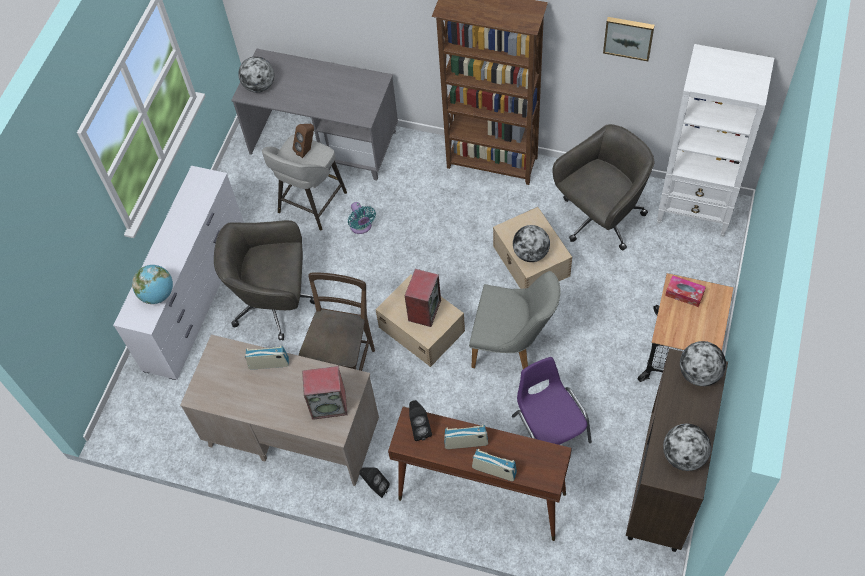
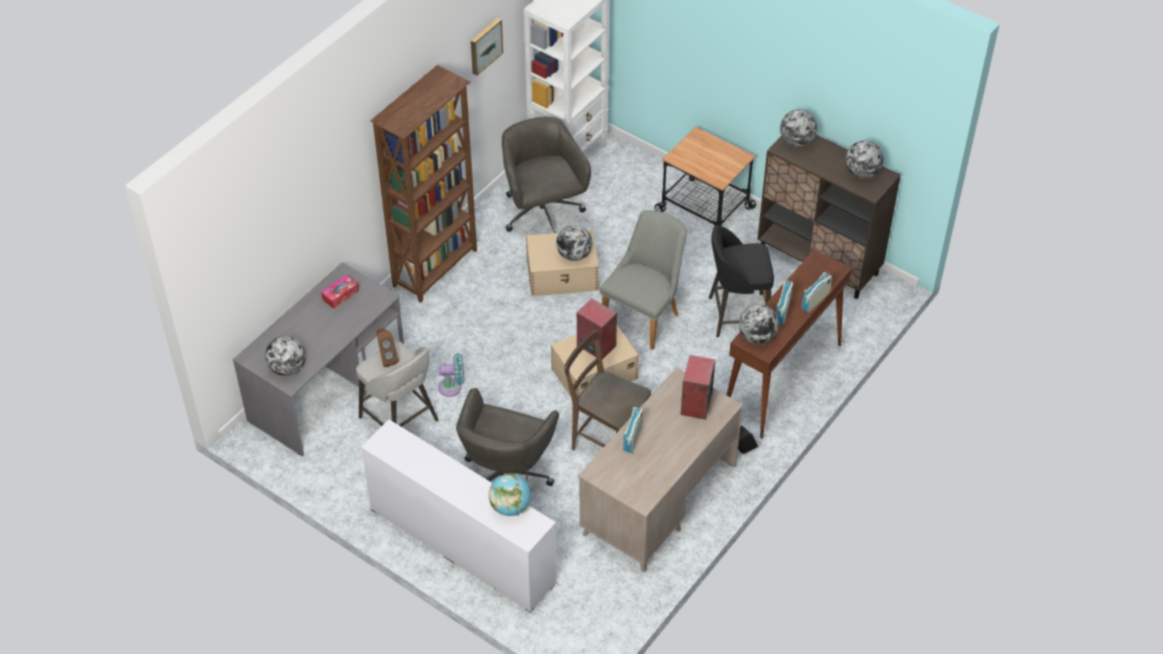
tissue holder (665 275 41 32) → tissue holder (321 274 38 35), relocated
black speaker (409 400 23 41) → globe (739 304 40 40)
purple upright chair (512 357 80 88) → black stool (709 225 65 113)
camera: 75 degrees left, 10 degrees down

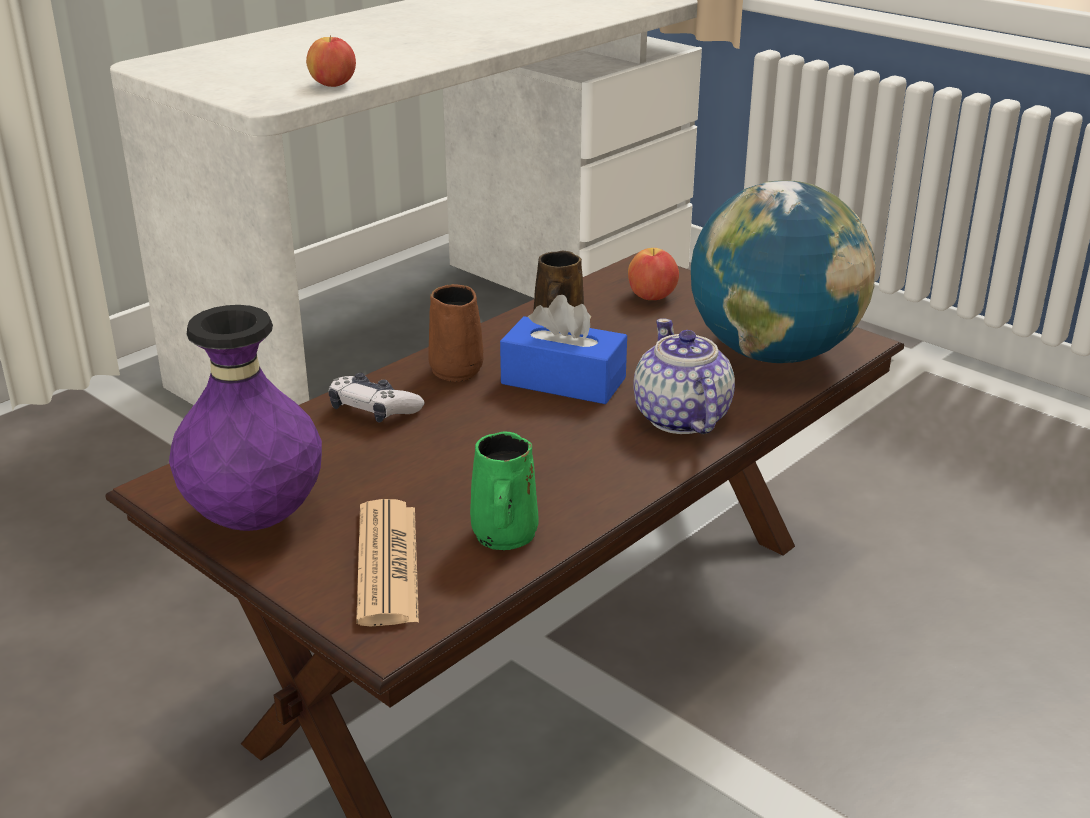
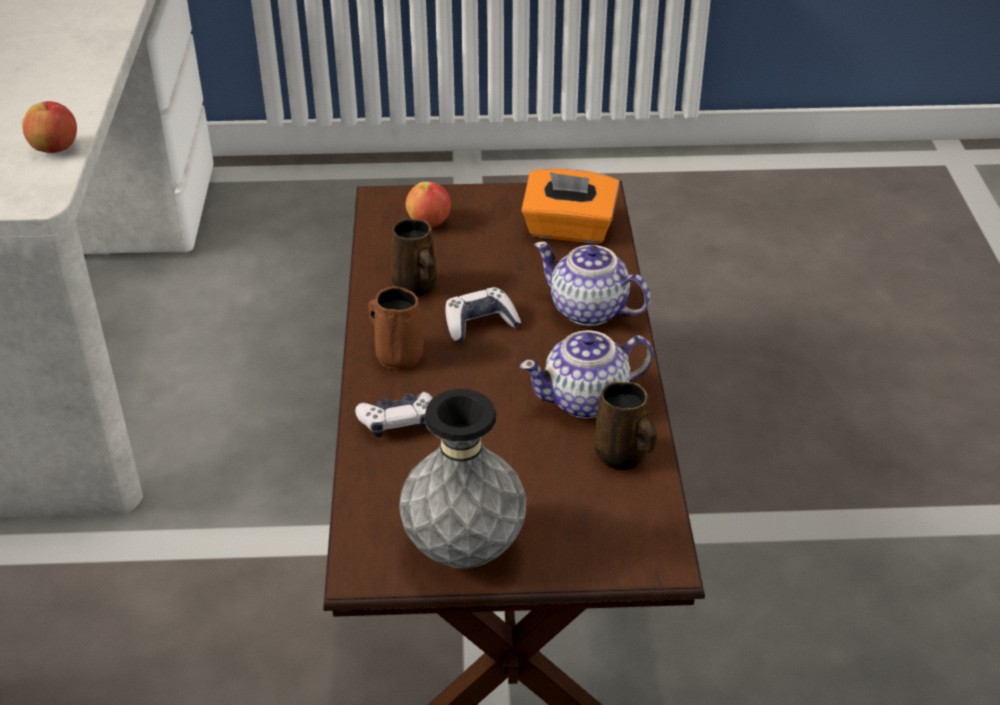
printed paper (356 499 63 127) → -
- → teapot (520 330 134 88)
blue tissue holder (500 295 127 109) → joypad (446 287 75 56)
globe (691 180 185 183) → orange-coloured tissue holder (521 168 99 75)
purple vase (169 305 153 226) → grey vase (399 389 127 179)
green mug (470 432 69 118) → brown-coloured mug (595 382 62 88)
camera: 45 degrees left, 10 degrees up

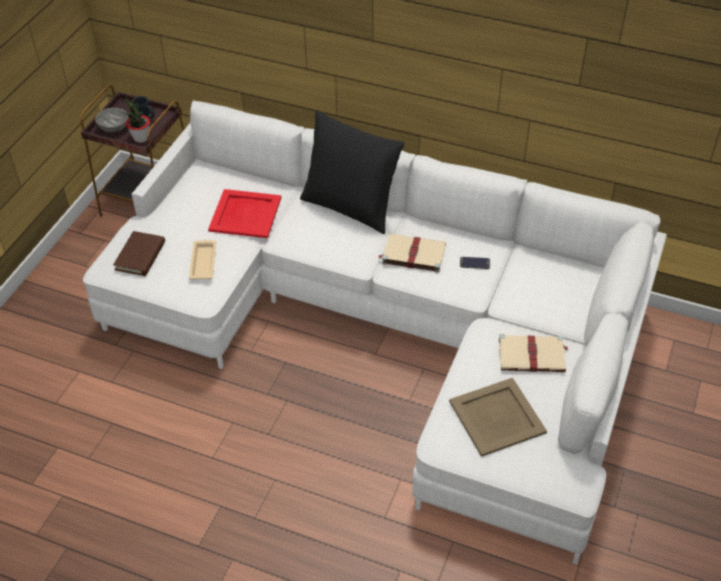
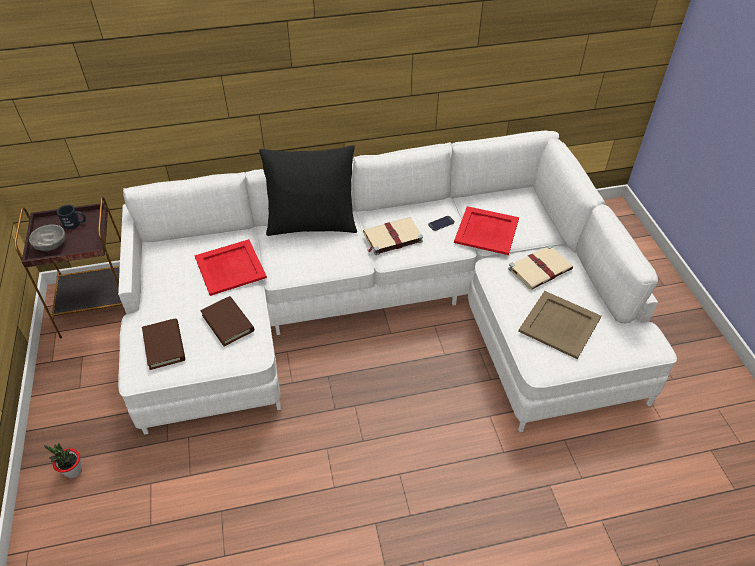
- → red-coloured carrying tray (454 206 65 49)
potted plant (125 97 25 46) → potted plant (44 443 38 35), relocated
beige carrying tray (189 240 27 39) → brown-coloured book (200 296 54 50)
camera: 35 degrees left, 0 degrees up

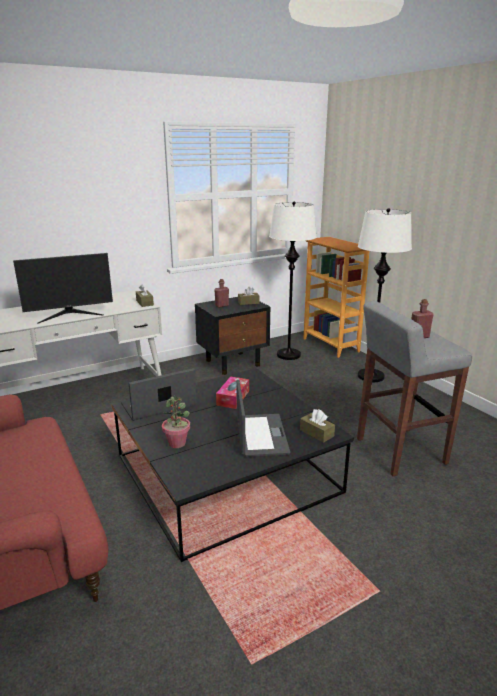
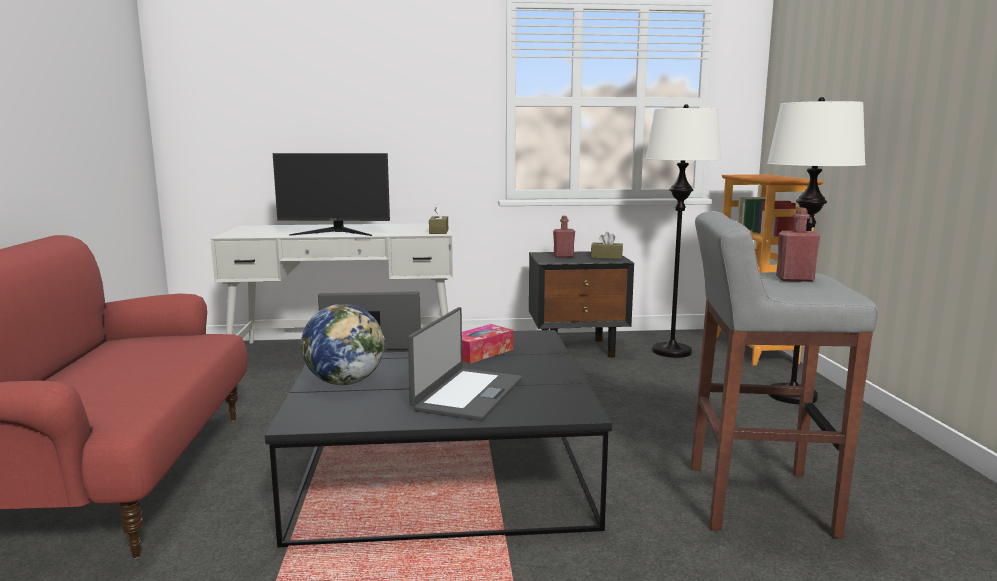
brown-coloured tissue holder (300 409 35 34) → -
potted plant (162 395 28 53) → globe (301 304 84 81)
camera: 25 degrees right, 10 degrees down

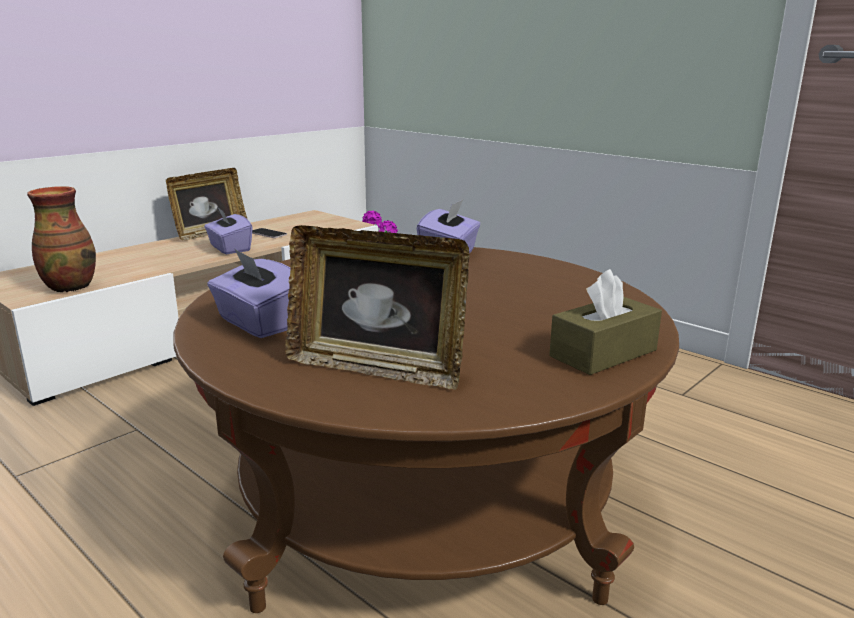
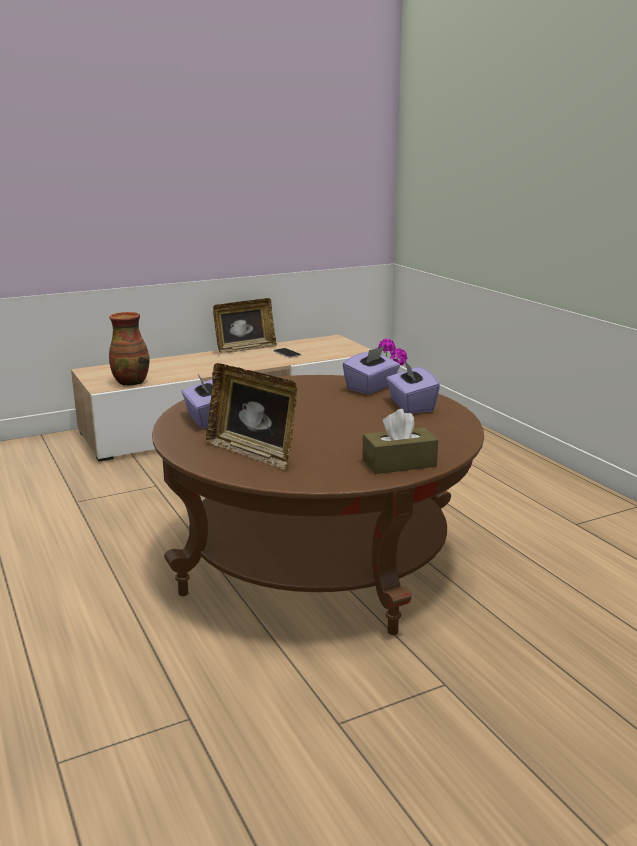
purple tissue holder (204 208 49 46) → purple tissue holder (386 361 54 52), relocated
camera: 20 degrees right, 0 degrees up

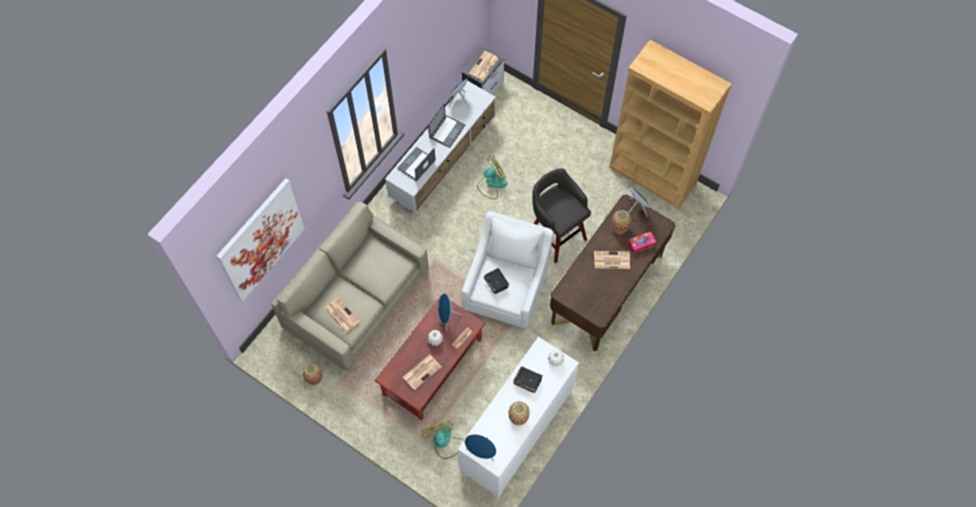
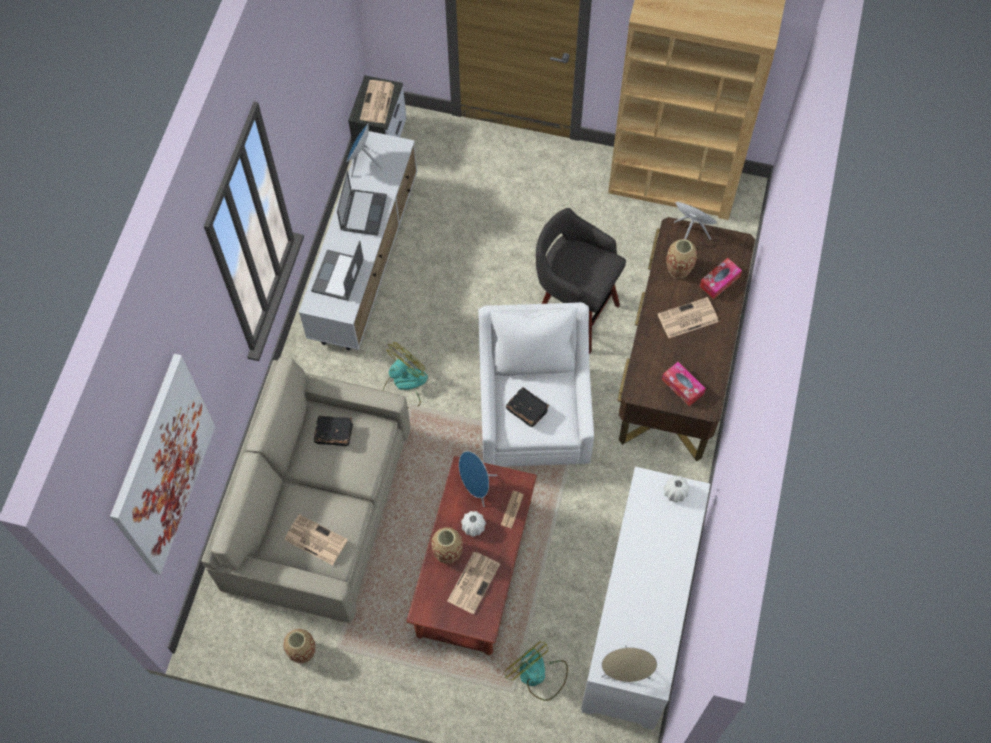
- → tissue holder (662 362 44 44)
electric fan (477 156 31 43) → electric fan (383 342 45 66), relocated
vase (508 401 22 25) → vase (431 527 32 37), relocated
black book (513 366 30 27) → black book (314 416 39 30), relocated
blue speaker (465 434 31 27) → beige speaker (601 645 56 37)
camera: 20 degrees left, 0 degrees up

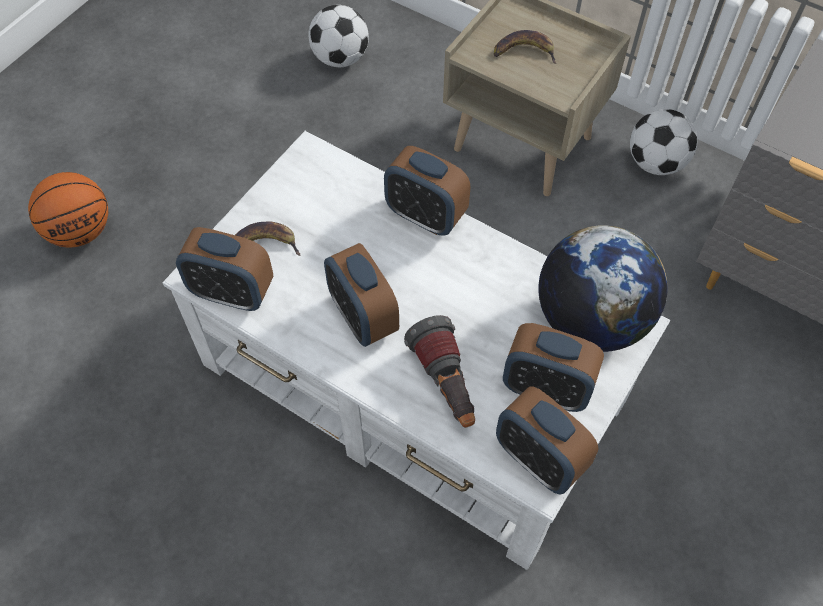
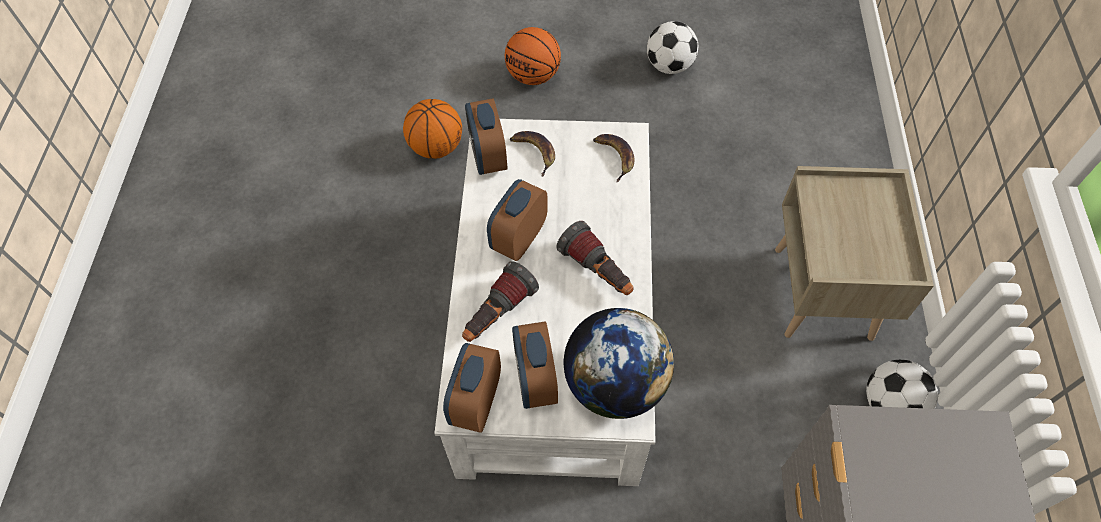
table clock (384 146 86 90) → -
- → ball for basketball (403 99 59 60)
- → hand torch (556 221 78 74)
ball for football (308 5 61 62) → ball for football (647 21 51 53), relocated
whole banana (494 30 63 34) → whole banana (593 134 41 48), relocated
camera: 60 degrees right, 0 degrees up

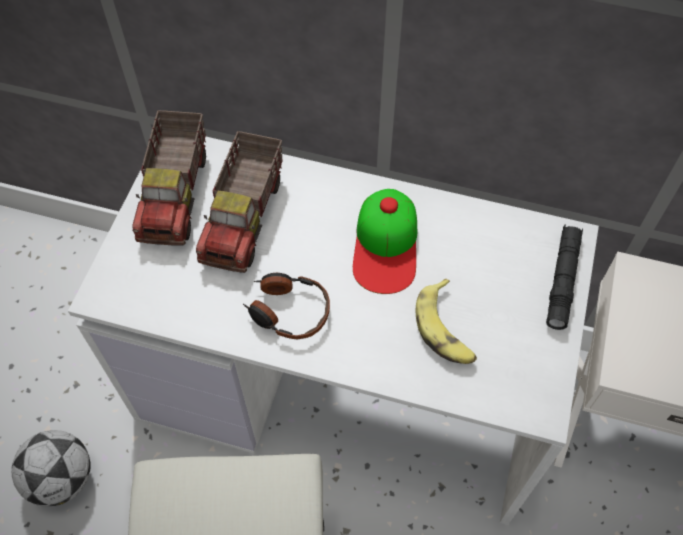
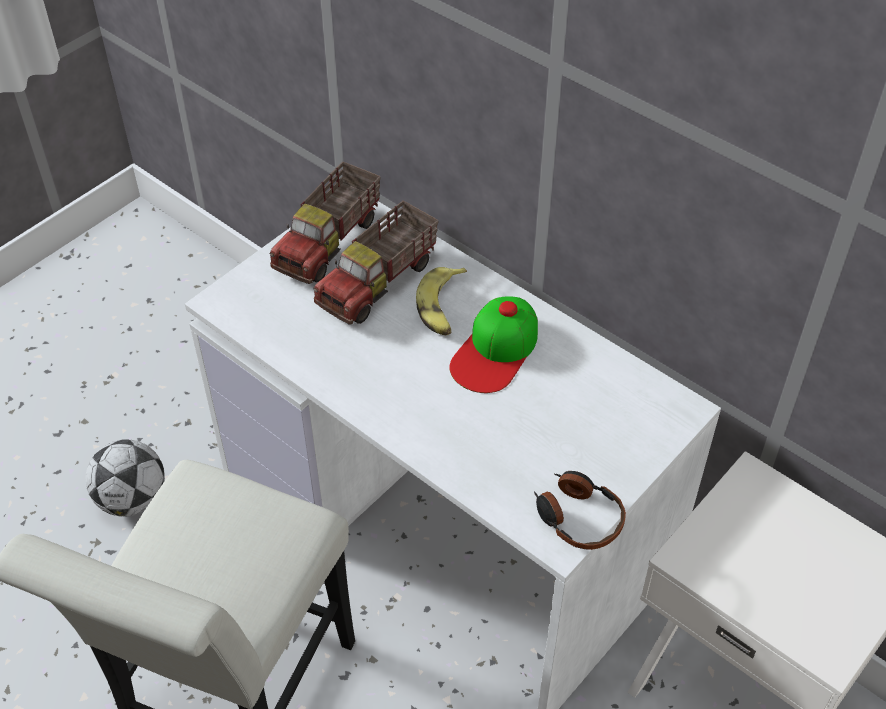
black hand torch (546 225 37 105) → -
headset (243 273 87 66) → headset (534 471 92 79), relocated
whole banana (416 279 61 85) → whole banana (416 267 51 68), relocated
camera: 25 degrees right, 10 degrees down

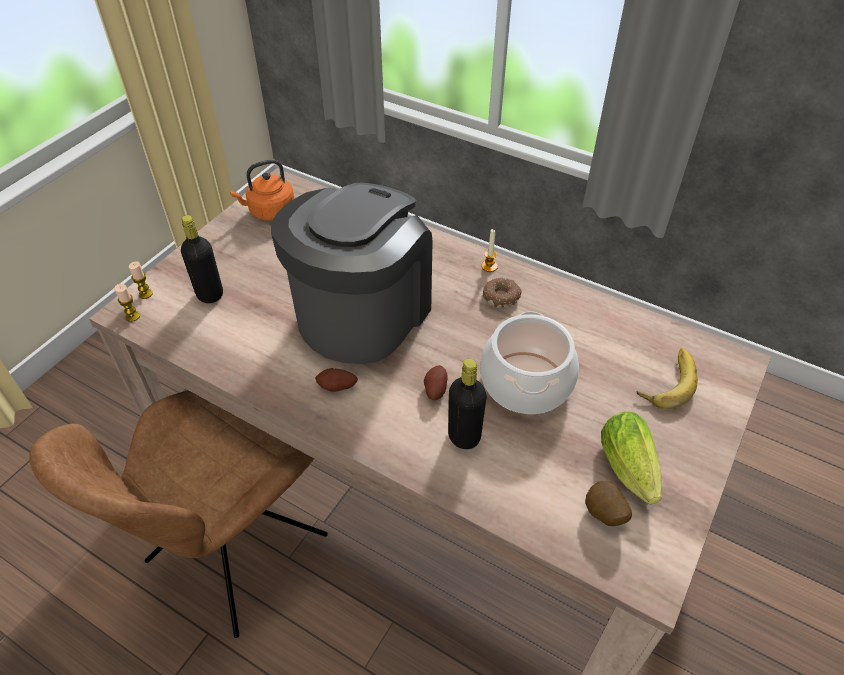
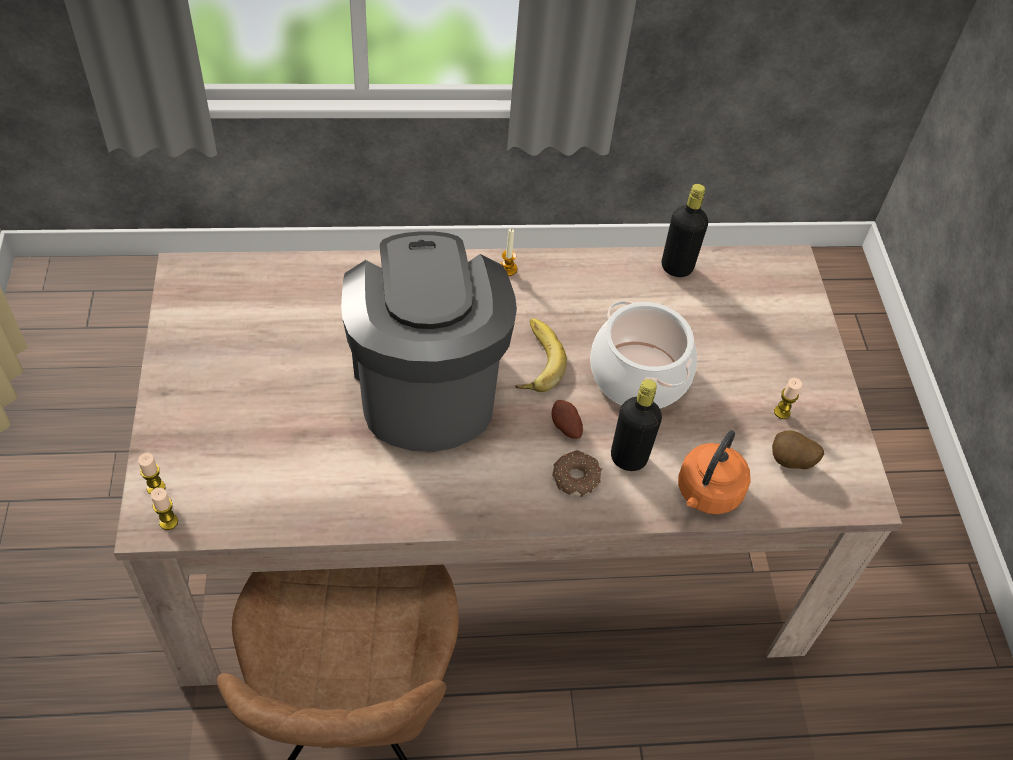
whole potato (315 368 43 24) → -
black bottle (181 215 42 88) → black bottle (662 184 46 93), relocated
orange-coloured water kettle (230 159 64 62) → orange-coloured water kettle (678 430 73 84), relocated
donut (483 278 39 30) → donut (552 450 50 47), relocated
whole banana (637 348 61 62) → whole banana (515 318 52 74), relocated
head of lettuce (601 412 61 92) → wax light (774 378 28 41)
camera: 40 degrees left, 5 degrees up

